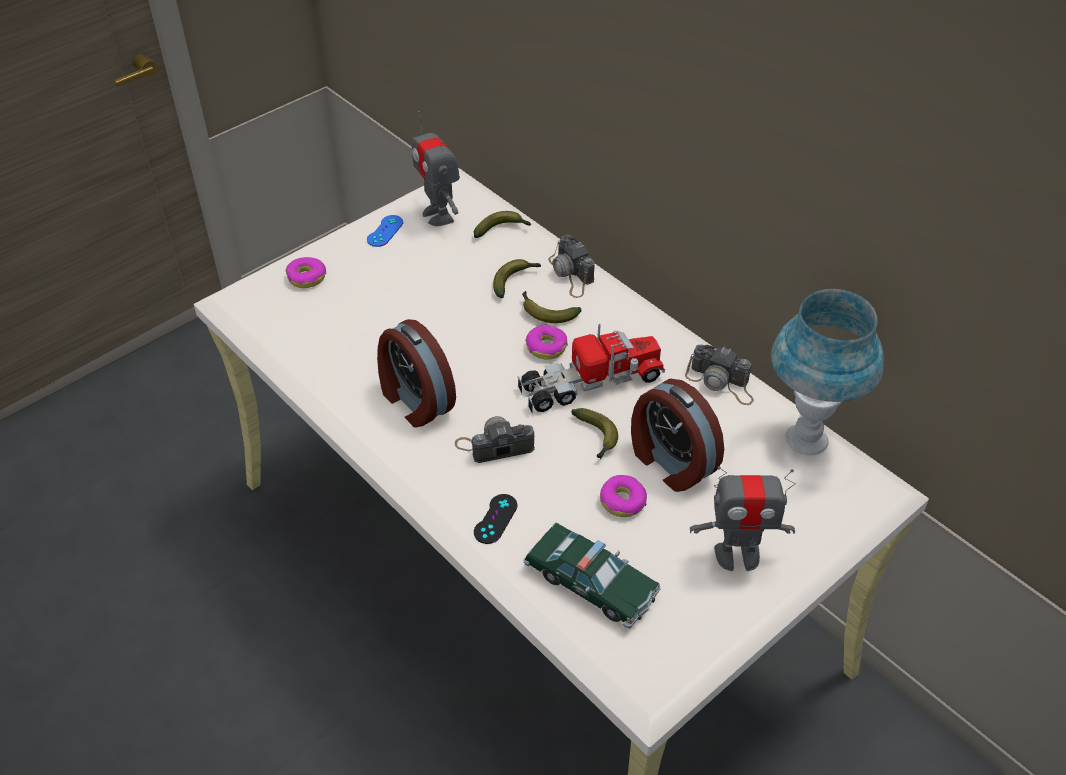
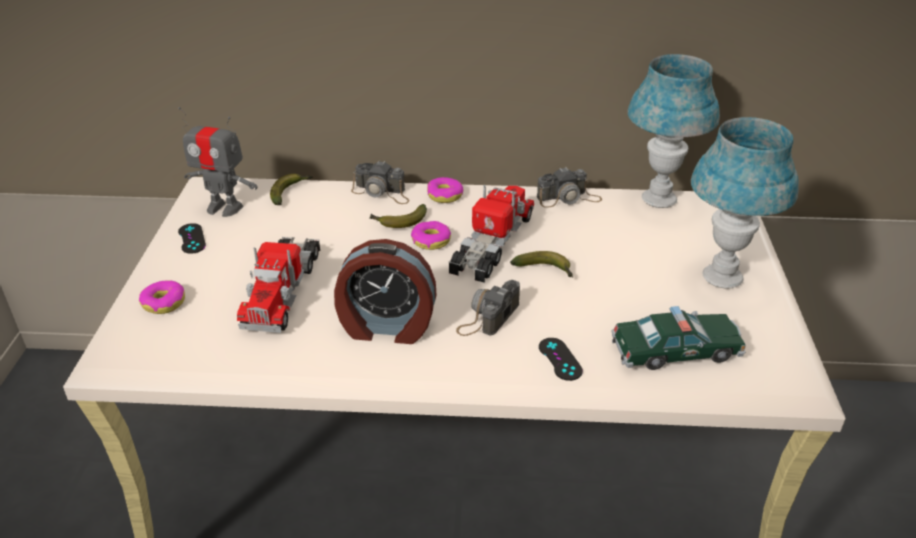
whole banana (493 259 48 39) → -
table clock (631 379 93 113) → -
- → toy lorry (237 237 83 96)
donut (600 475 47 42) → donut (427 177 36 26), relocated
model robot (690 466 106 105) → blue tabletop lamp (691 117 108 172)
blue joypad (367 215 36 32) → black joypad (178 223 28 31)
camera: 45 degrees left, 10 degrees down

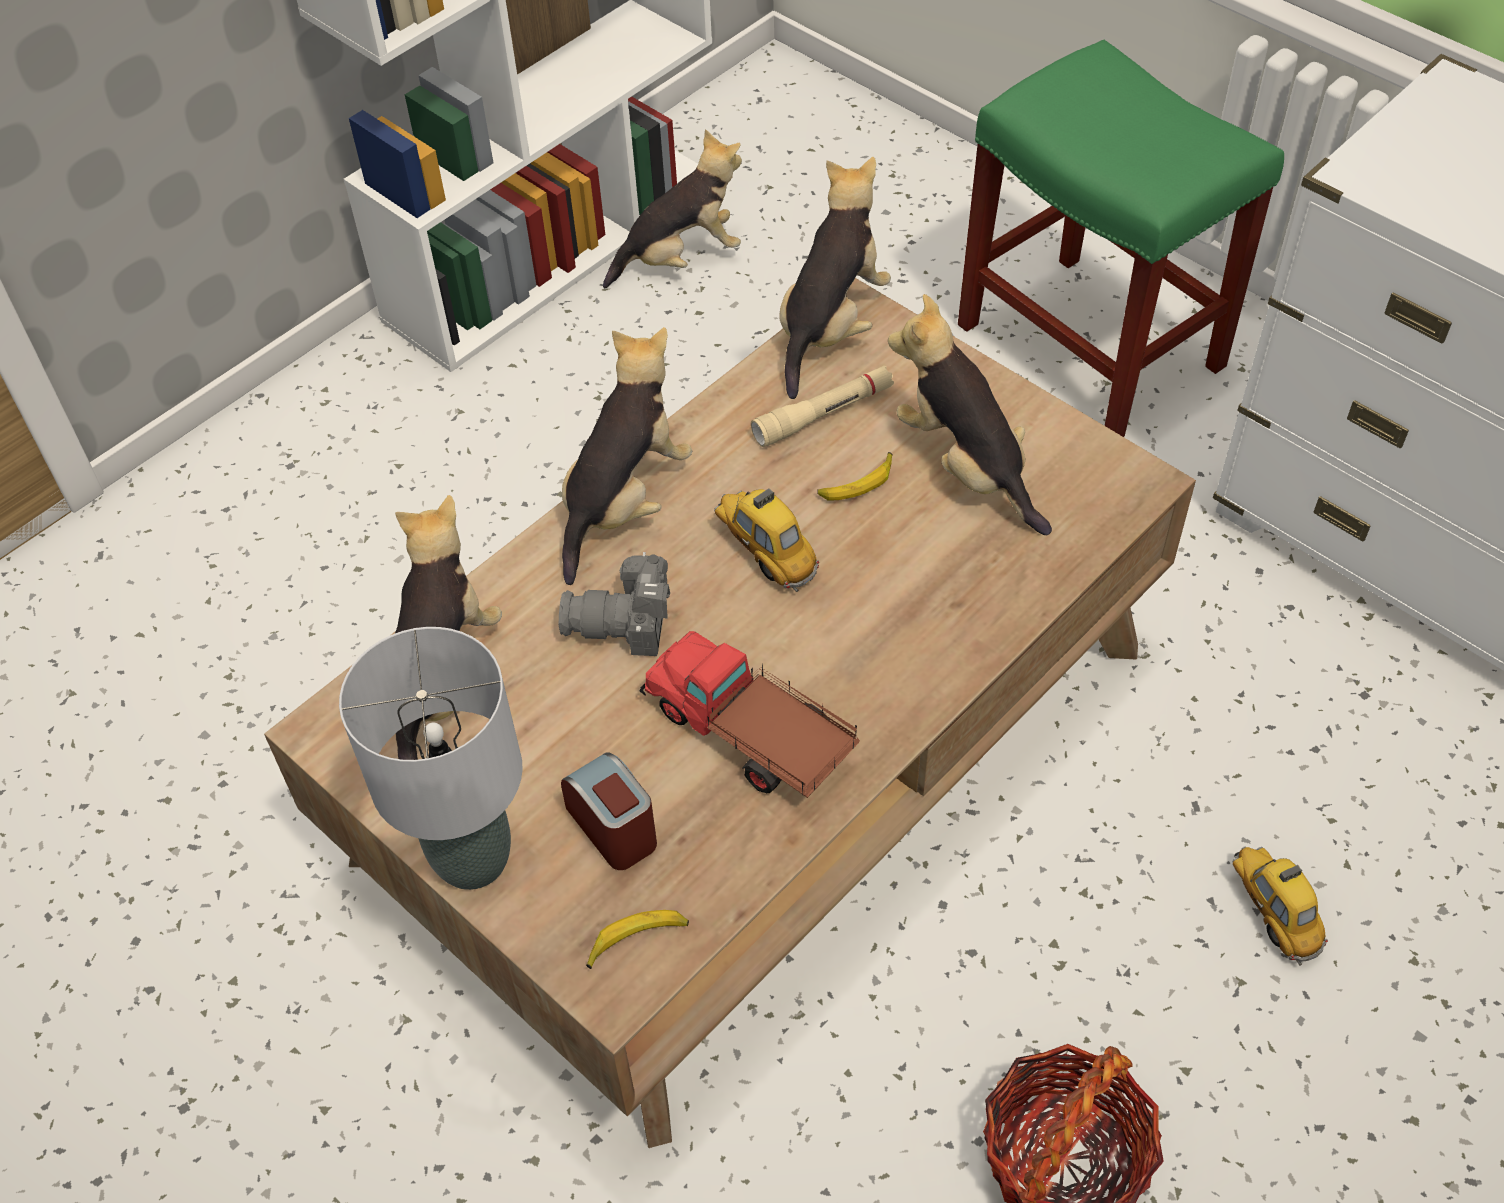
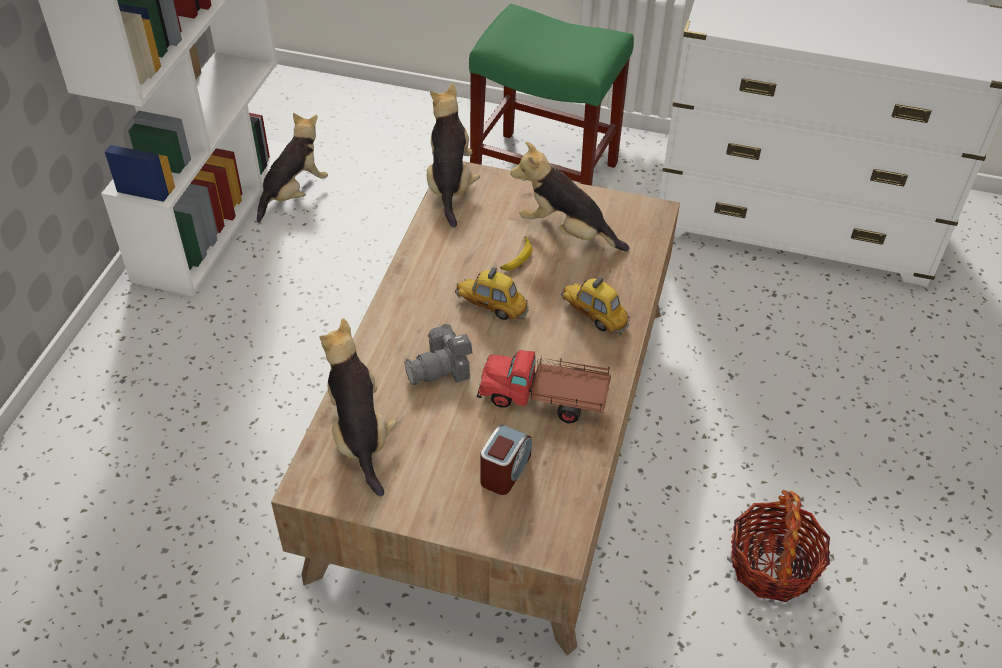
grey tabletop lamp (339 627 184 263) → -
cuddly toy (562 327 130 258) → -
whole banana (586 910 103 59) → -
beige hand torch (751 366 143 81) → -
toy car (1232 846 96 120) → toy car (561 277 69 58), relocated
table clock (561 752 96 118) → table clock (480 425 52 70), 90 degrees clockwise
camera: 30 degrees left, 5 degrees down

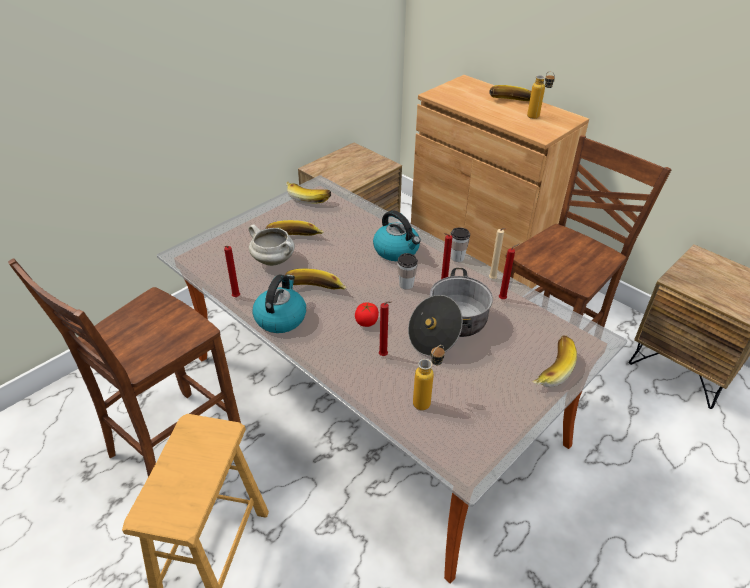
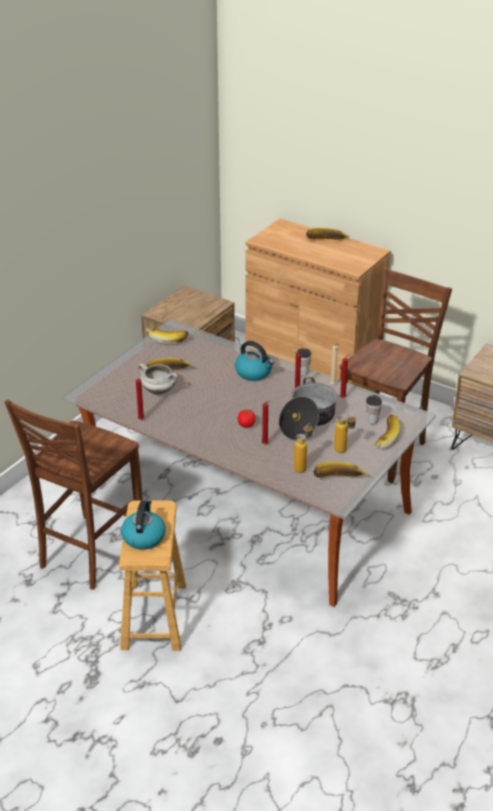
water kettle (252 275 54 58) → water kettle (121 500 45 50), relocated
whole banana (285 269 61 21) → whole banana (314 462 54 15), relocated
drinking cup (398 253 20 37) → drinking cup (366 395 16 29), relocated
bottle (527 71 28 48) → bottle (334 414 22 39), relocated
camera: 10 degrees left, 5 degrees down

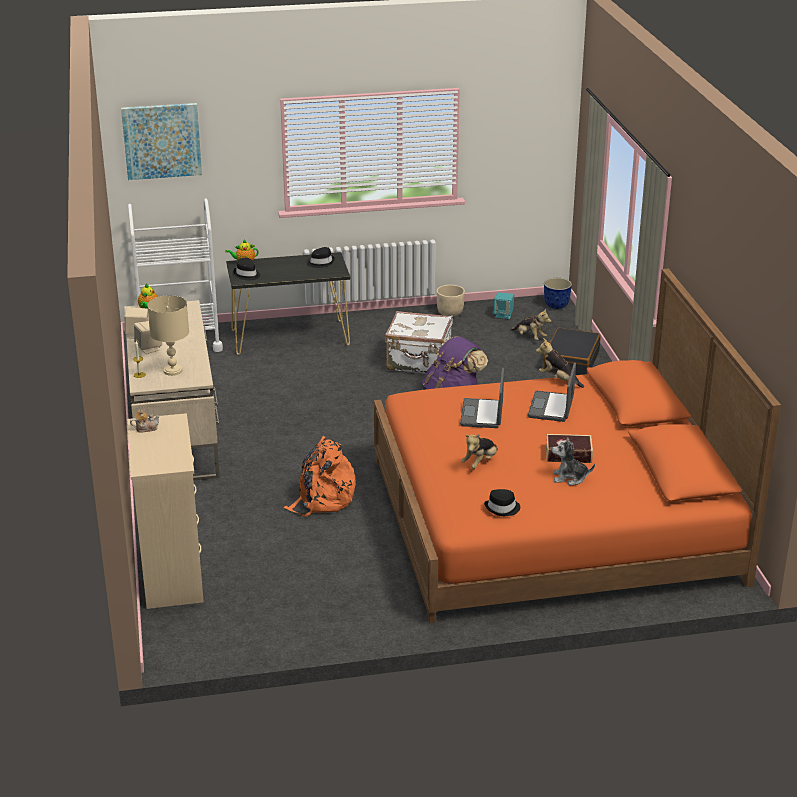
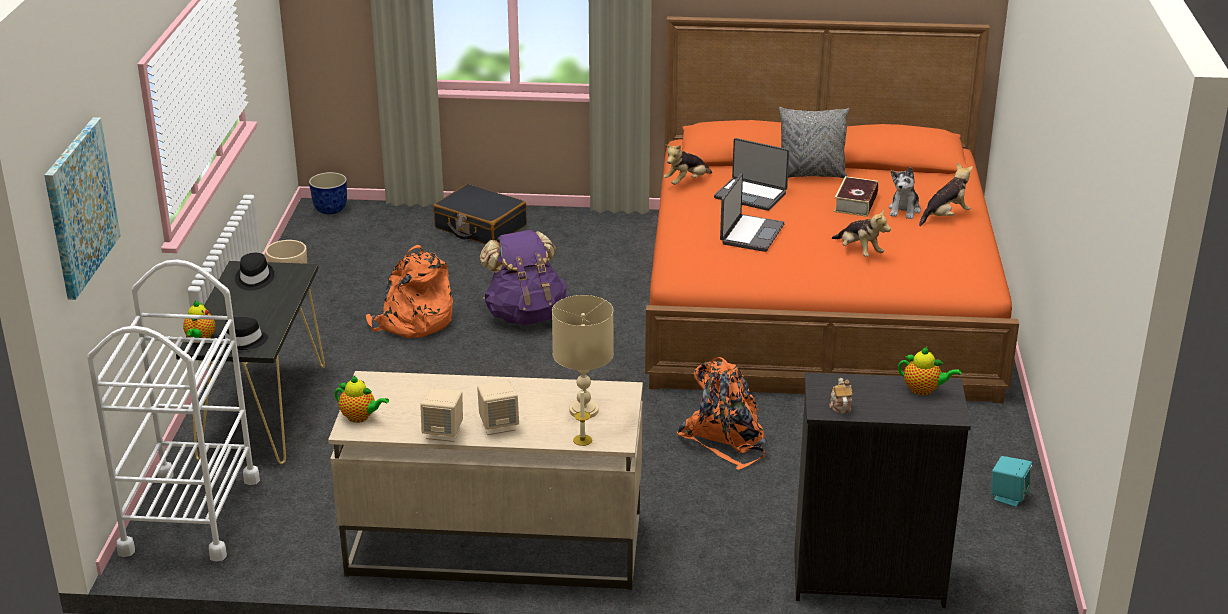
black hat (484 489 36 27) → -
- → grey cushion (779 107 70 71)
- → teapot (898 347 64 49)
turquoise-coloured speaker (494 292 20 27) → turquoise-coloured speaker (991 456 41 51), relocated
cuddly toy (511 308 40 32) → cuddly toy (919 162 54 64), relocated
whitish piece of luggage (385 311 68 63) → orange-coloured backpack (366 245 87 93)
beige chest of drawers (127 413 77 196) → black chest of drawers (794 372 177 236)
portable computer (460 368 44 60) → portable computer (720 173 65 79), 90 degrees counterclockwise
camera: 75 degrees left, 0 degrees up

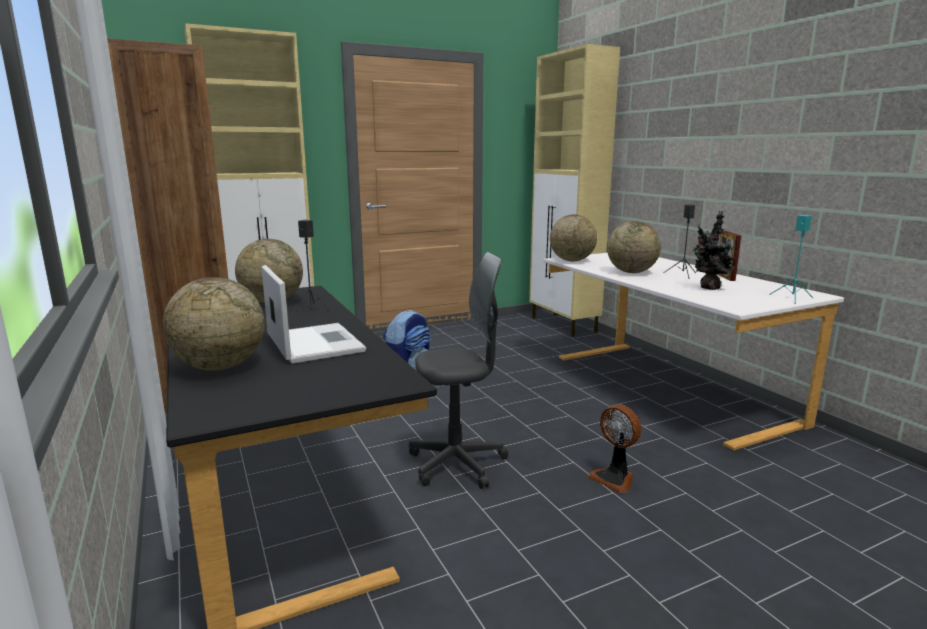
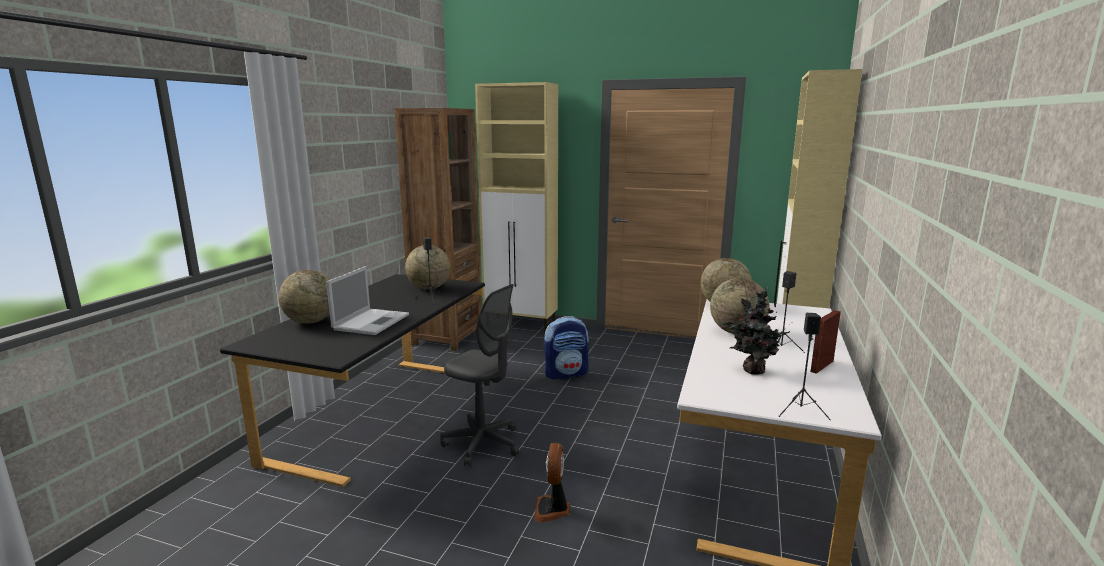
turquoise-coloured speaker (769 215 44 89) → black speaker (778 313 53 107)
camera: 45 degrees right, 0 degrees up

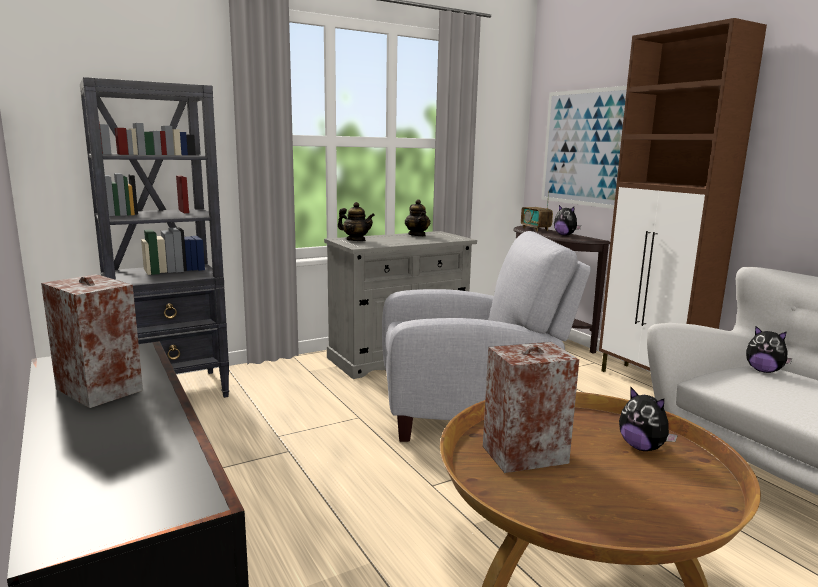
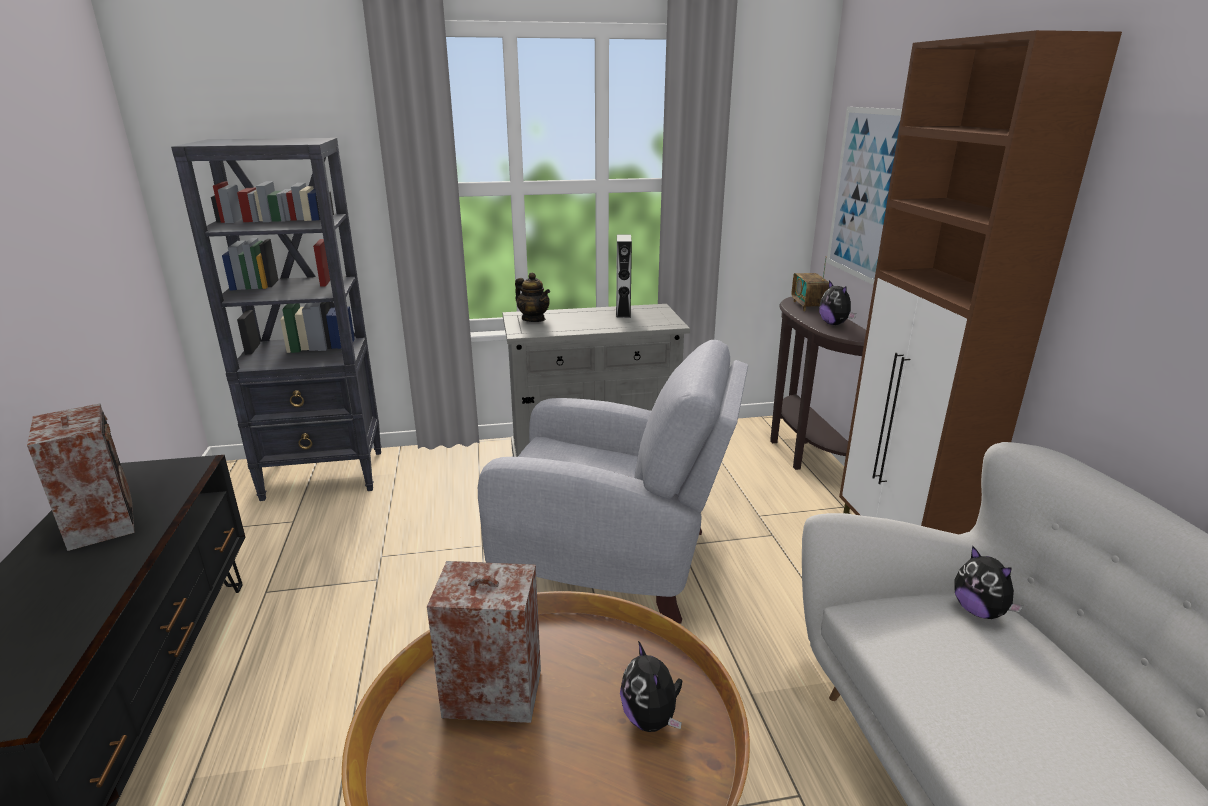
teapot (405 199 25 37) → grey speaker (616 234 16 84)
camera: 20 degrees right, 10 degrees up

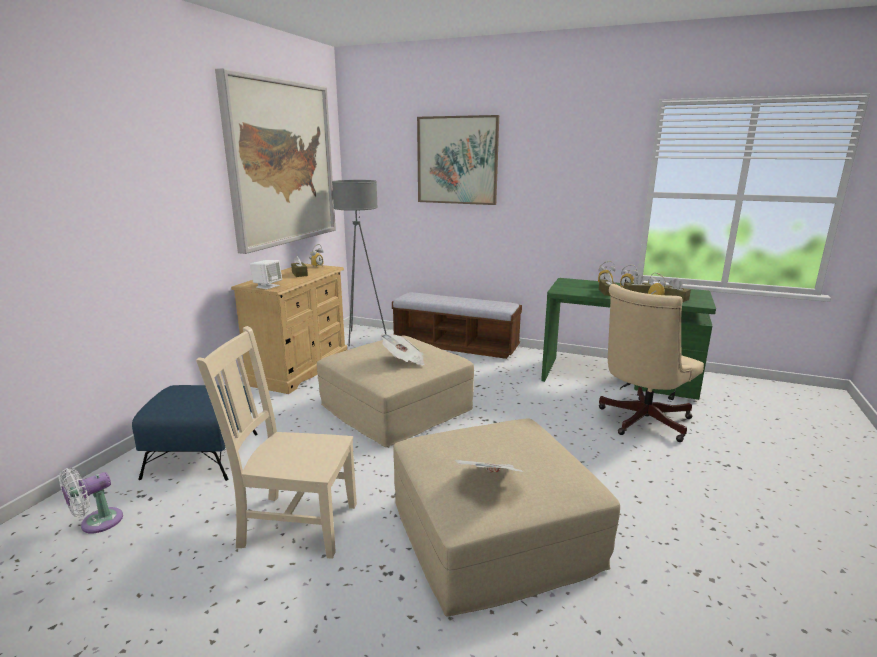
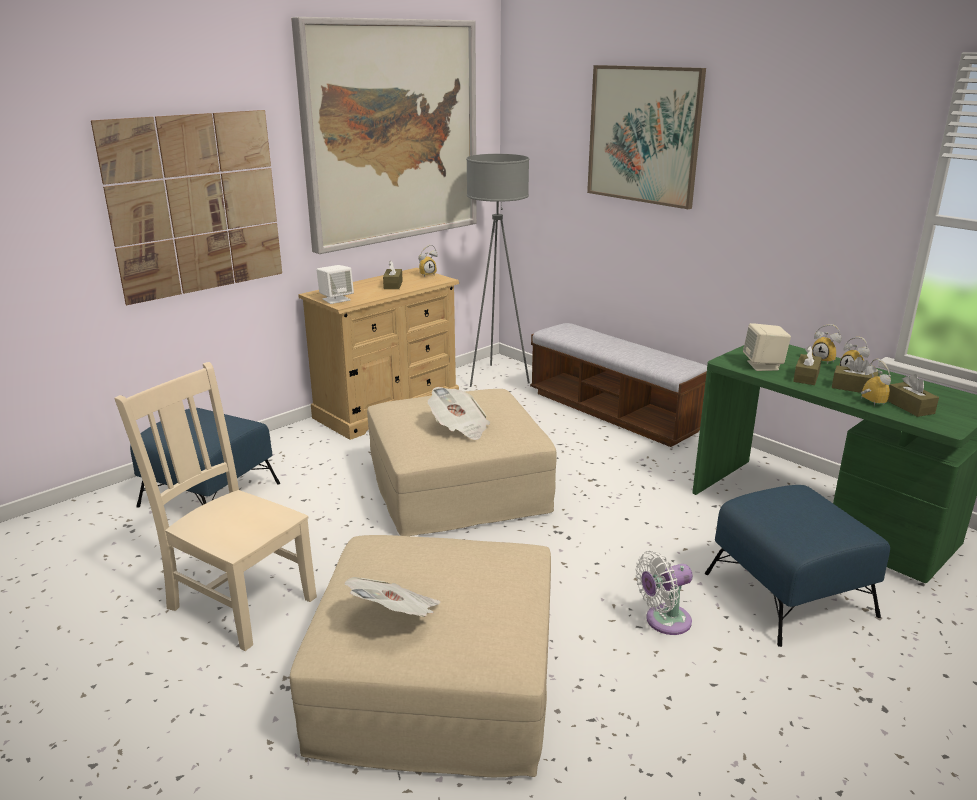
- → wall picture (91 110 191 195)
- → beige speaker (743 323 48 48)
whitish electric fan (59 468 64 65) → whitish electric fan (635 551 58 84), relocated
beige computer chair (599 284 105 158) → blue pouffe (705 485 185 162)
camera: 25 degrees right, 5 degrees up

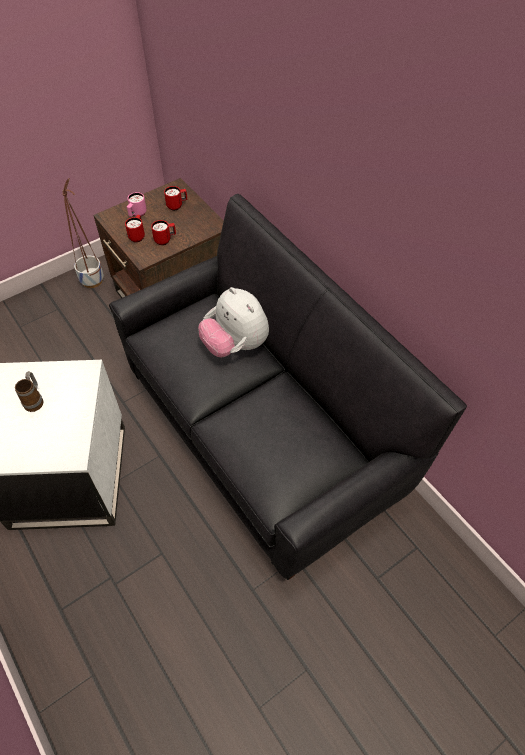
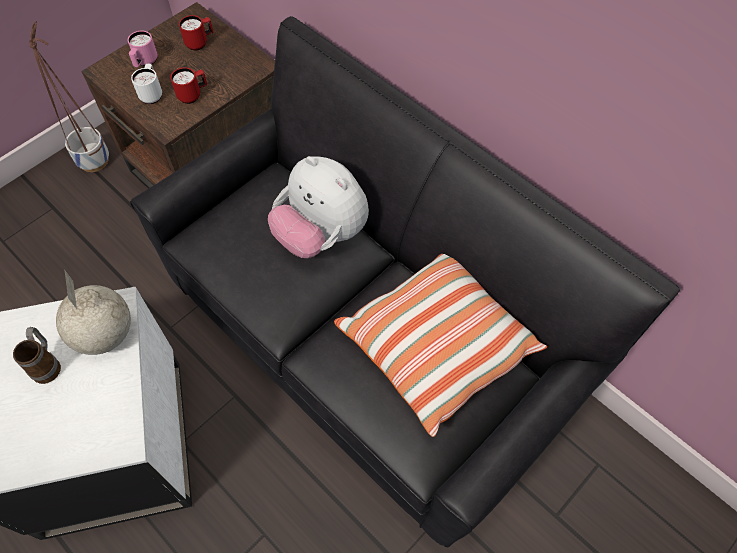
- → globe (56 271 75 84)
- → cushion (334 254 213 183)
red-coloured mug (125 215 20 27) → whitish mug (131 64 31 40)
camera: 10 degrees left, 5 degrees up

